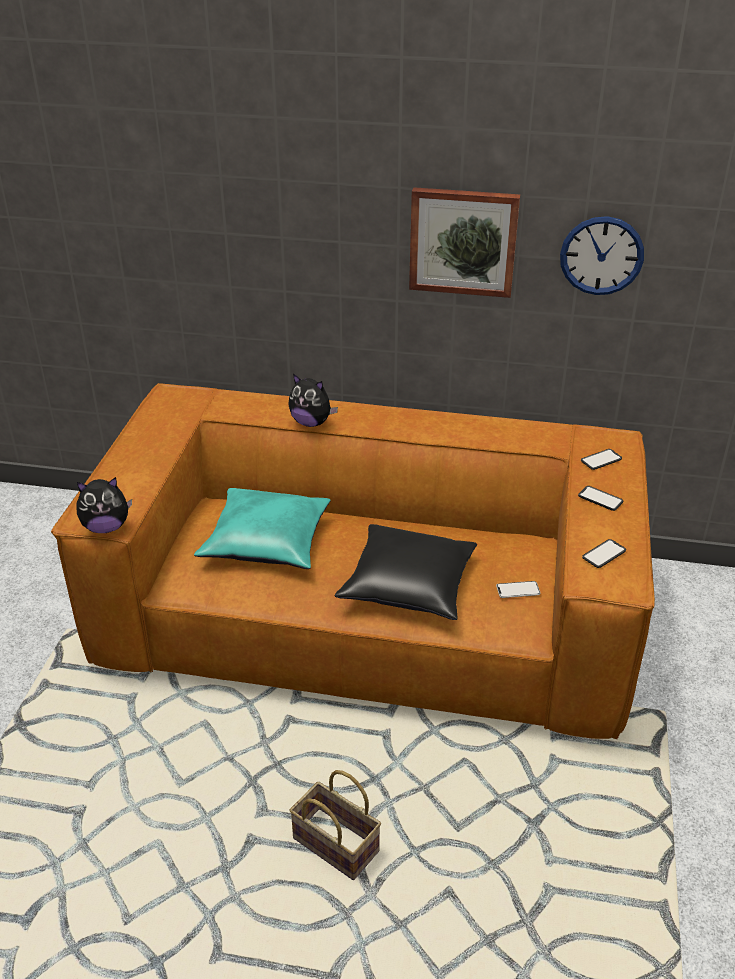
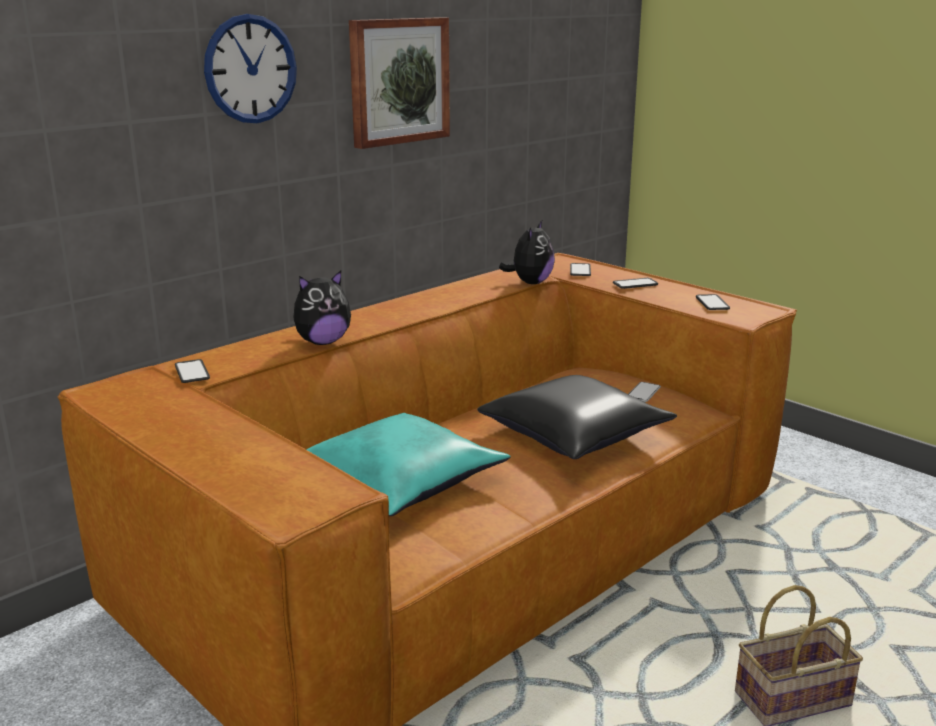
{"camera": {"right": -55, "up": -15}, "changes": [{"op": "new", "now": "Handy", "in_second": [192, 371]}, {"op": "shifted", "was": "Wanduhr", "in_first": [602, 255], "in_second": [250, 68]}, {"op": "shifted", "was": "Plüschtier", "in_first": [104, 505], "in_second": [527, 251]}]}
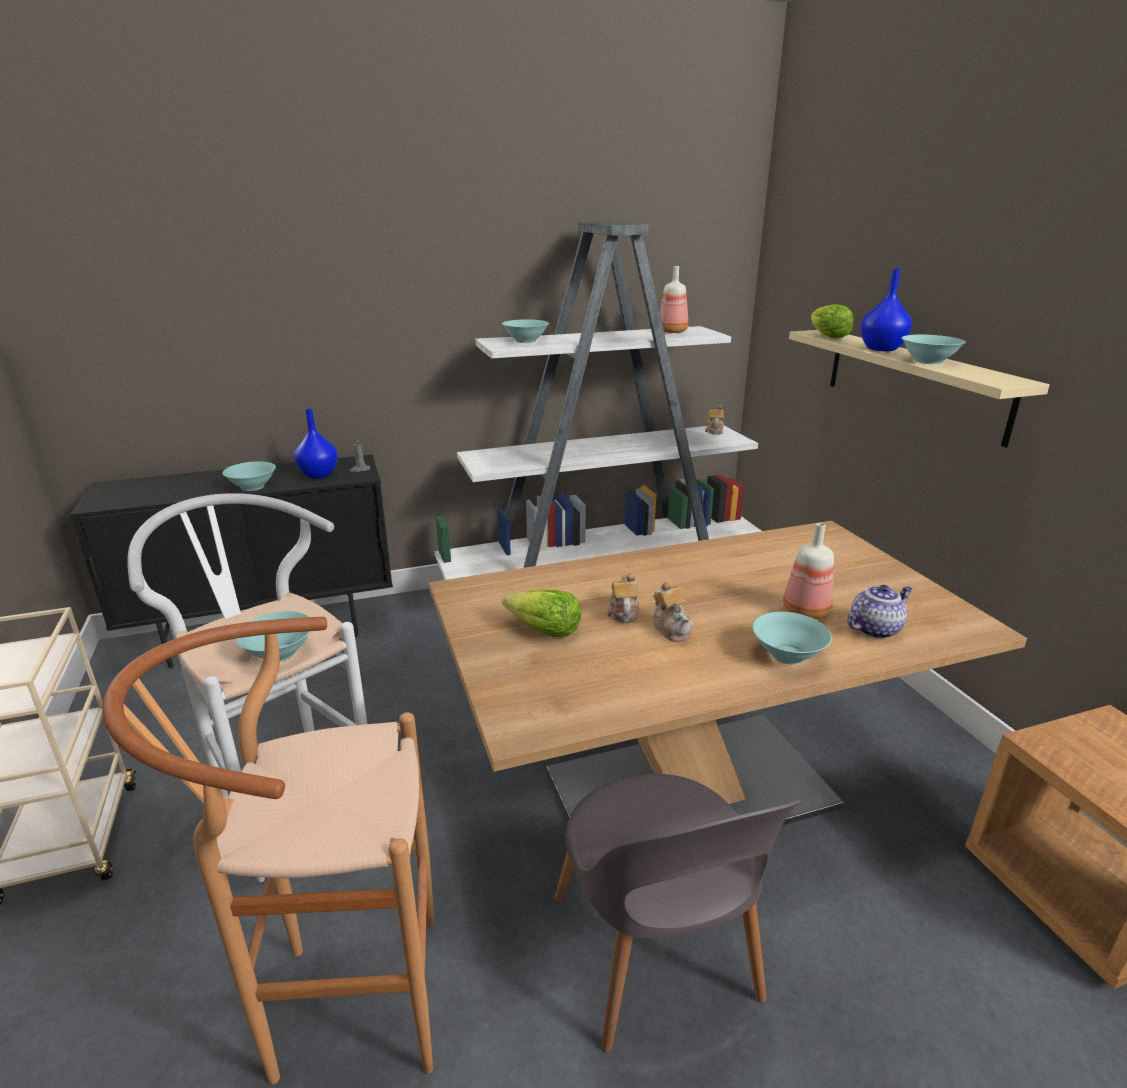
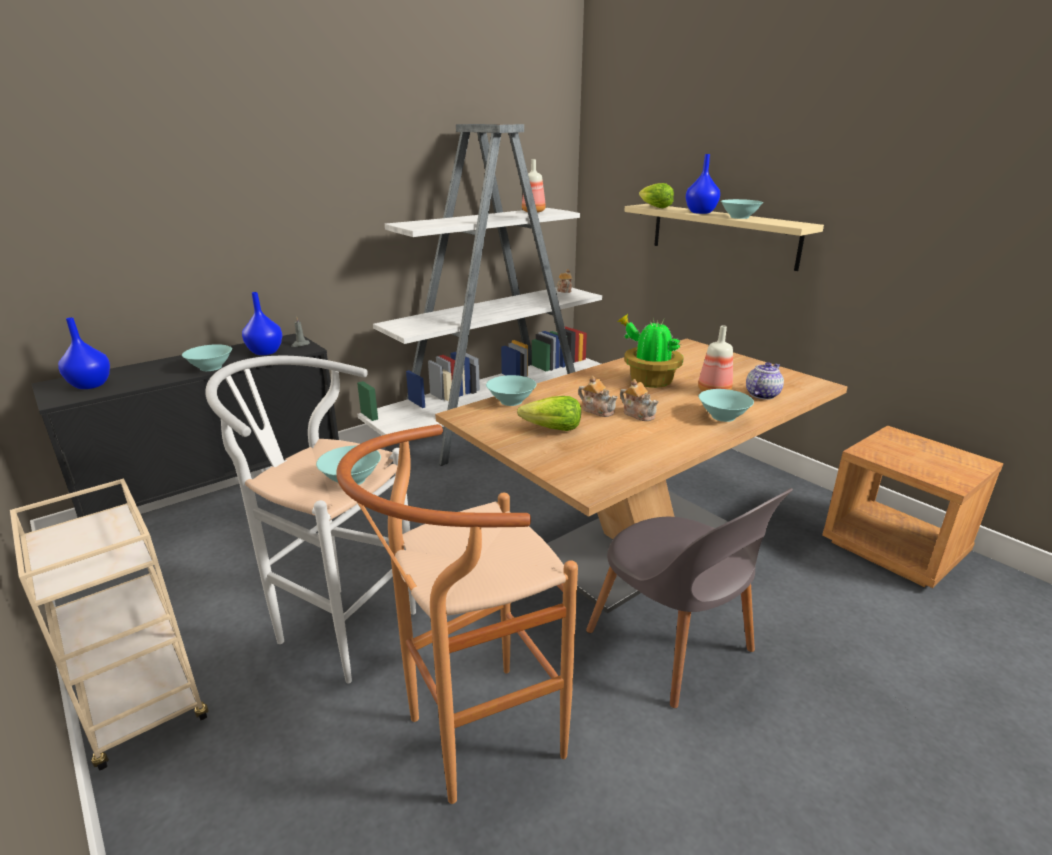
{"camera": {"right": -20, "up": 0}, "changes": [{"op": "new", "now": "Vase (blau)", "in_second": [84, 353]}, {"op": "shifted", "was": "Schüssel (türkis)", "in_first": [525, 331], "in_second": [511, 390]}, {"op": "rotated", "was": "Teekanne", "in_first": [623, 598], "in_second": [598, 396], "clockwise": 150}, {"op": "new", "now": "Topfpflanze", "in_second": [650, 351]}]}
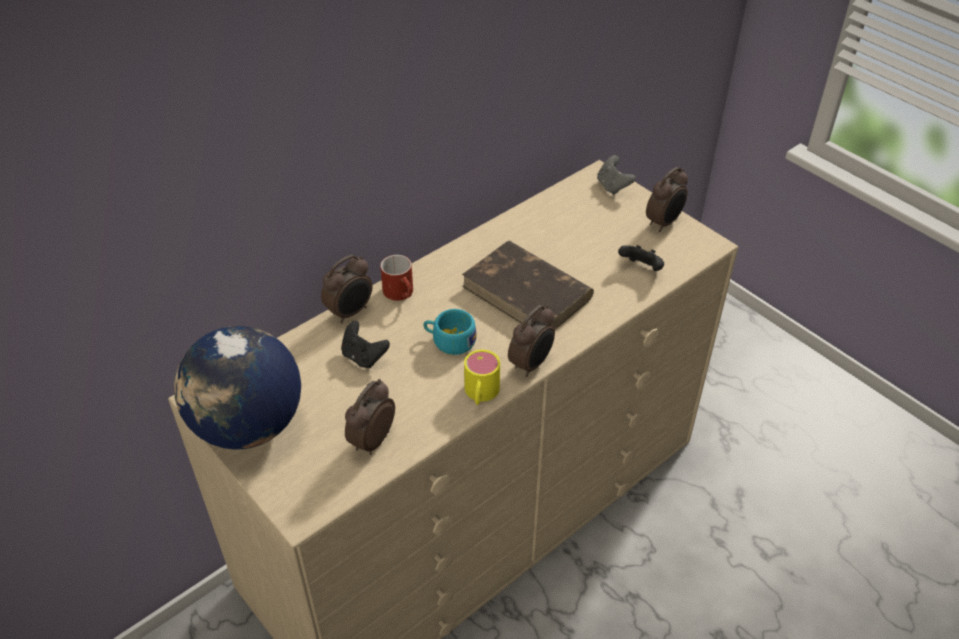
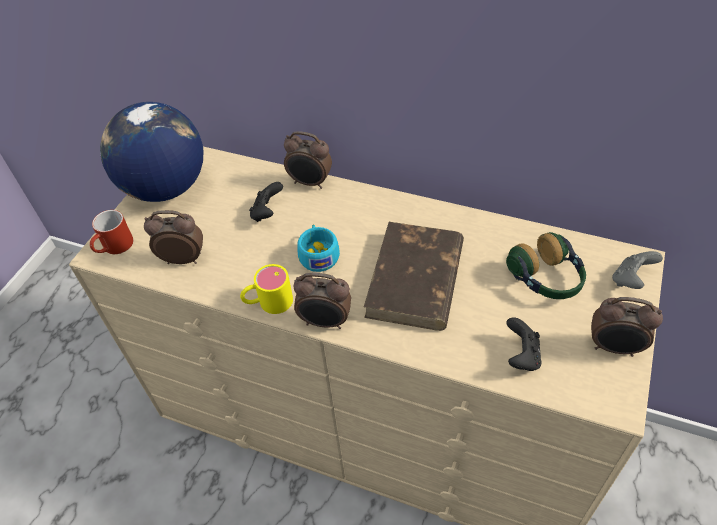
{"camera": {"right": 65, "up": 5}, "changes": [{"op": "shifted", "was": "Henkelbecher (rot)", "in_first": [396, 278], "in_second": [111, 232]}, {"op": "new", "now": "Kopfhörer", "in_second": [546, 265]}]}
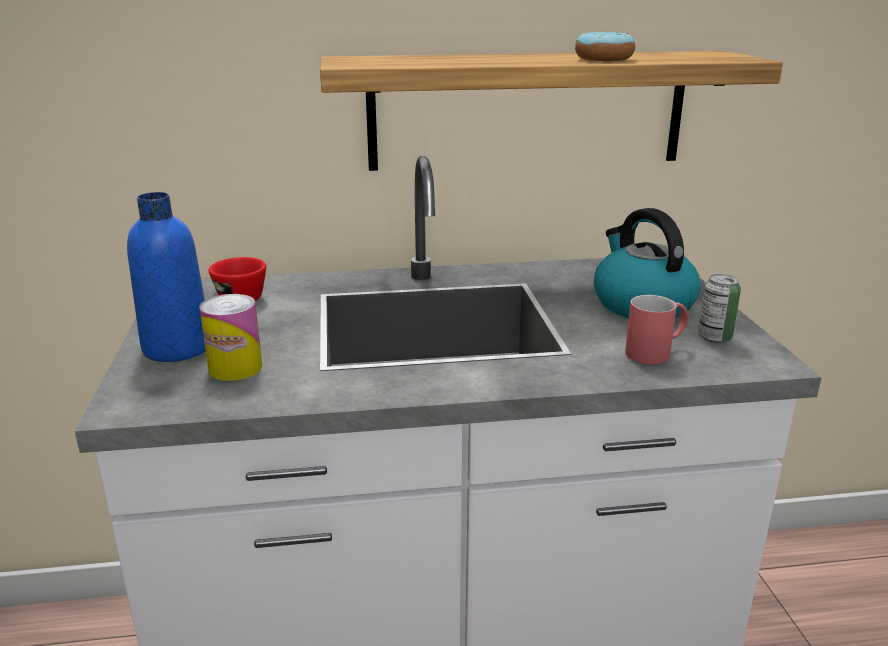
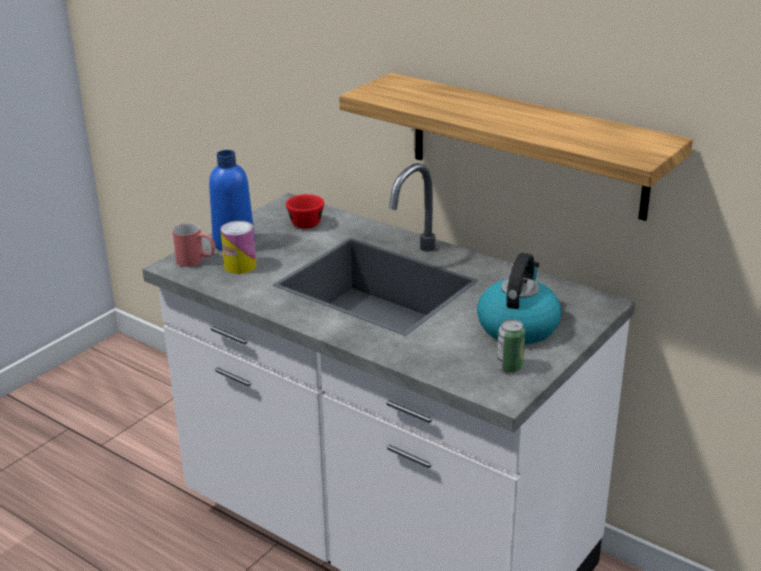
{"camera": {"right": 45, "up": 5}, "changes": [{"op": "shifted", "was": "Henkelbecher (rot)", "in_first": [657, 329], "in_second": [194, 245]}, {"op": "gone", "was": "Donut", "in_first": [605, 46]}]}
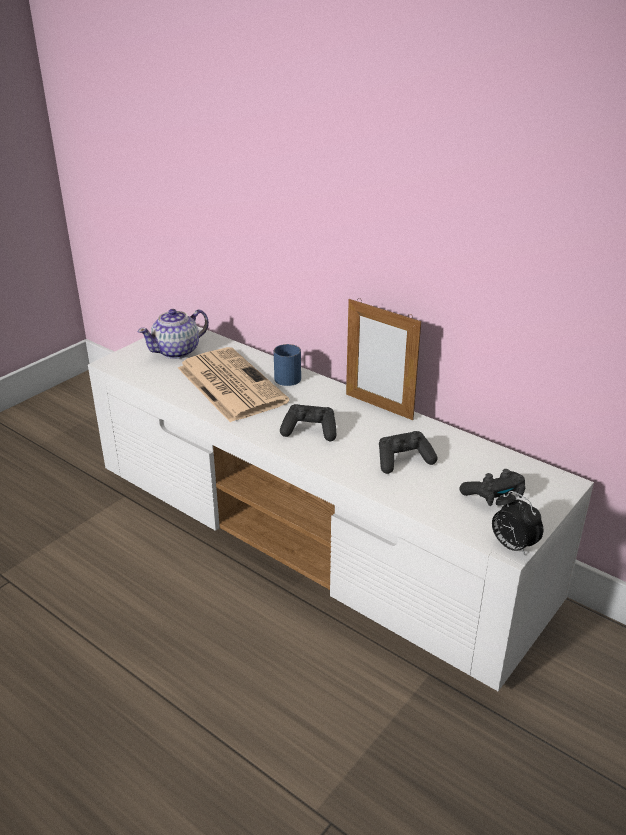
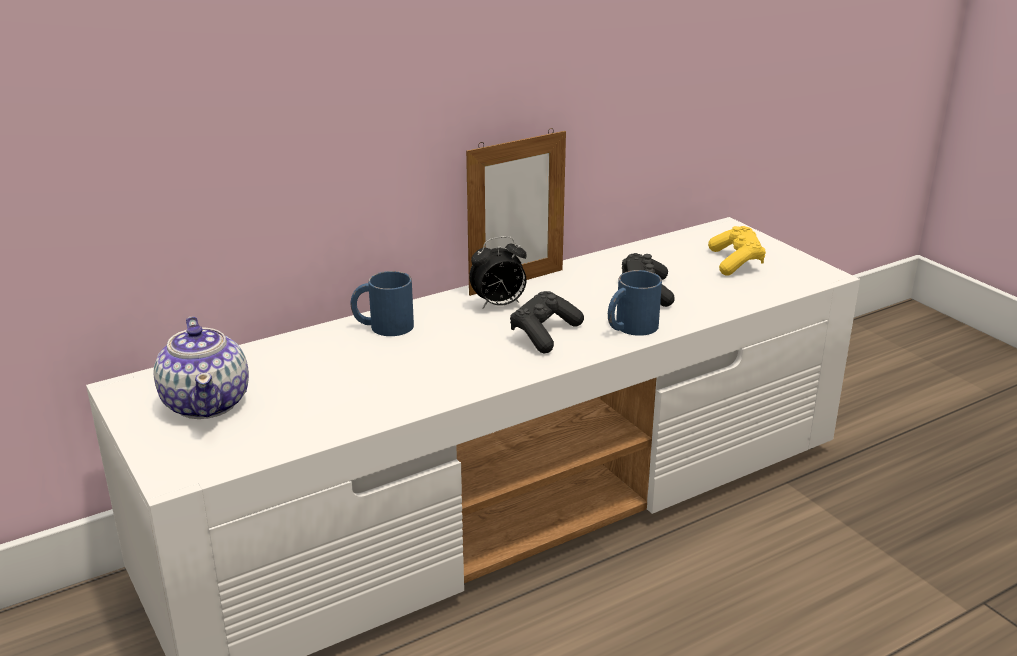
{"camera": {"right": -70, "up": -5}, "changes": [{"op": "shifted", "was": "Wecker", "in_first": [517, 523], "in_second": [498, 272]}, {"op": "new", "now": "Henkelbecher (blau)", "in_second": [635, 303]}, {"op": "repainted", "was": "Gamepad (schwarz)", "now": "Gamepad (gelb)", "in_first": [492, 487], "in_second": [737, 250]}, {"op": "gone", "was": "Zeitung", "in_first": [234, 385]}]}
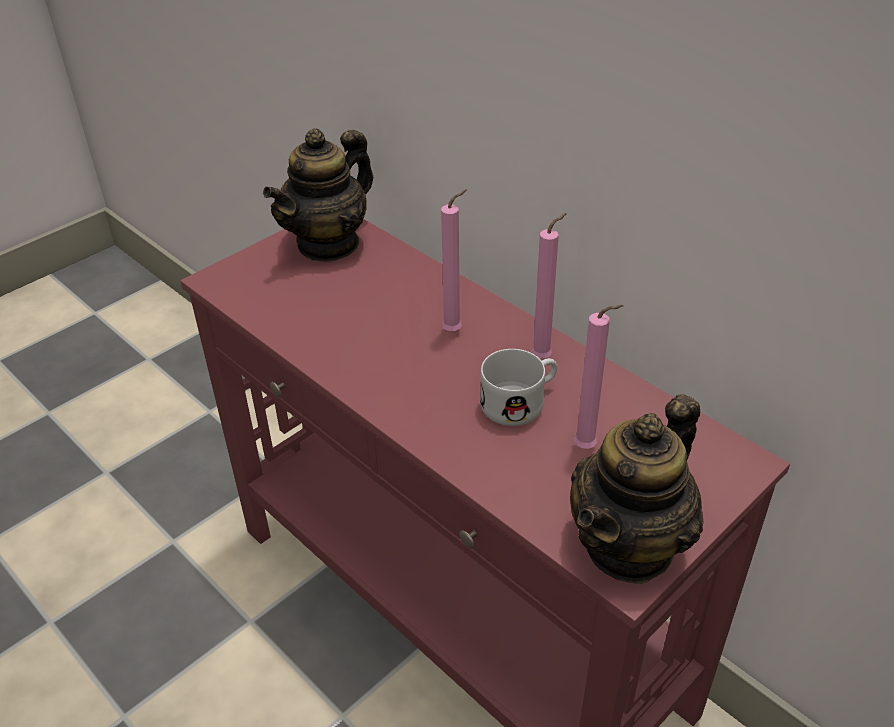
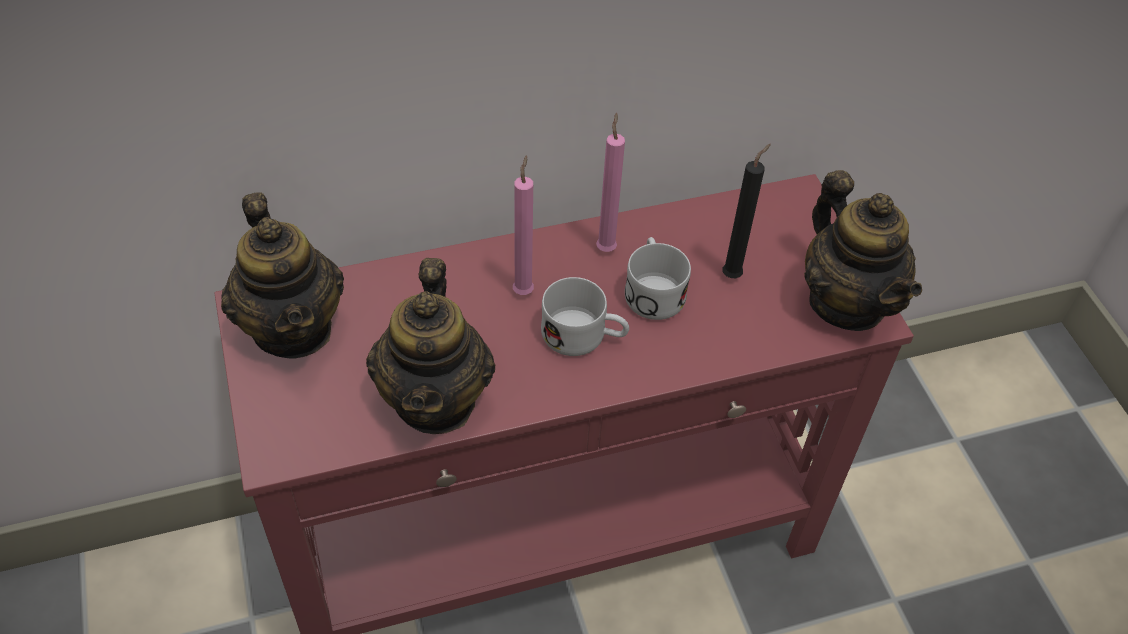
{"camera": {"right": -65, "up": 10}, "changes": [{"op": "new", "now": "Teekanne", "in_second": [430, 346]}, {"op": "new", "now": "Henkelbecher (weiß)", "in_second": [585, 316]}, {"op": "repainted", "was": "Kerze (rosa)", "now": "Kerze (schwarz)", "in_first": [598, 377], "in_second": [746, 211]}]}
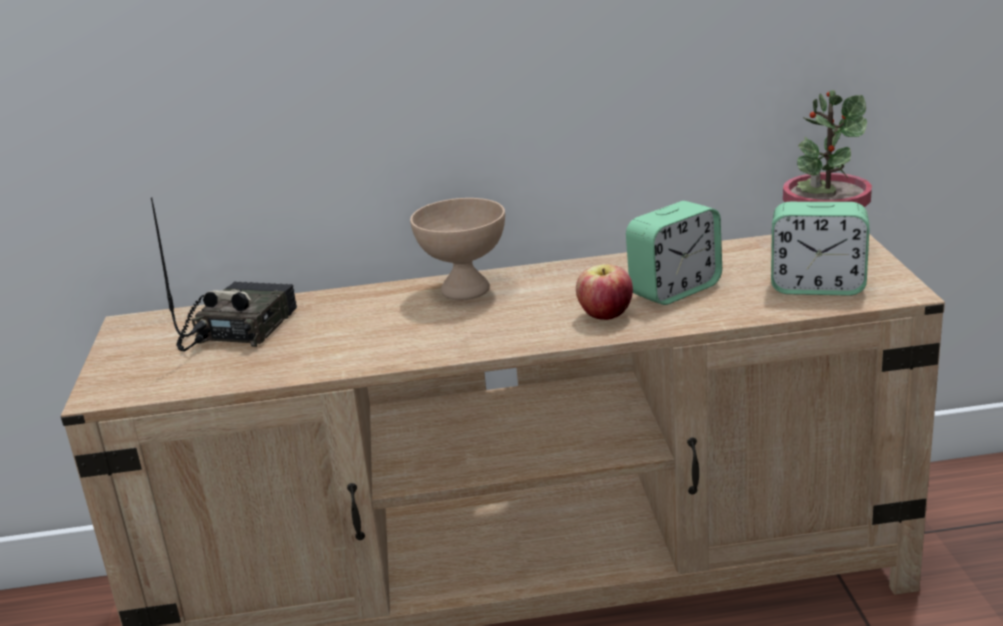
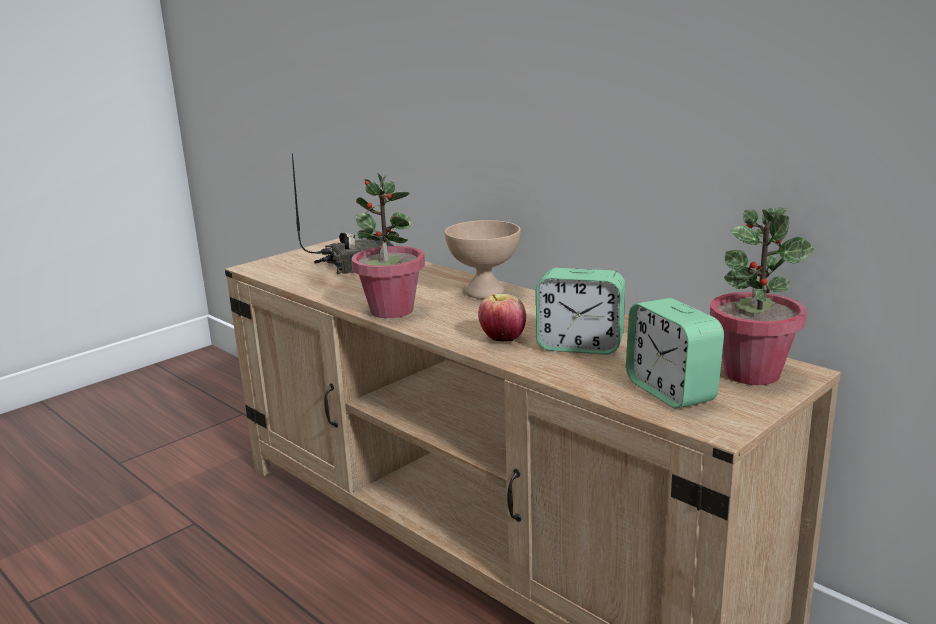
{"camera": {"right": 50, "up": -5}, "changes": [{"op": "new", "now": "Topfpflanze", "in_second": [388, 245]}]}
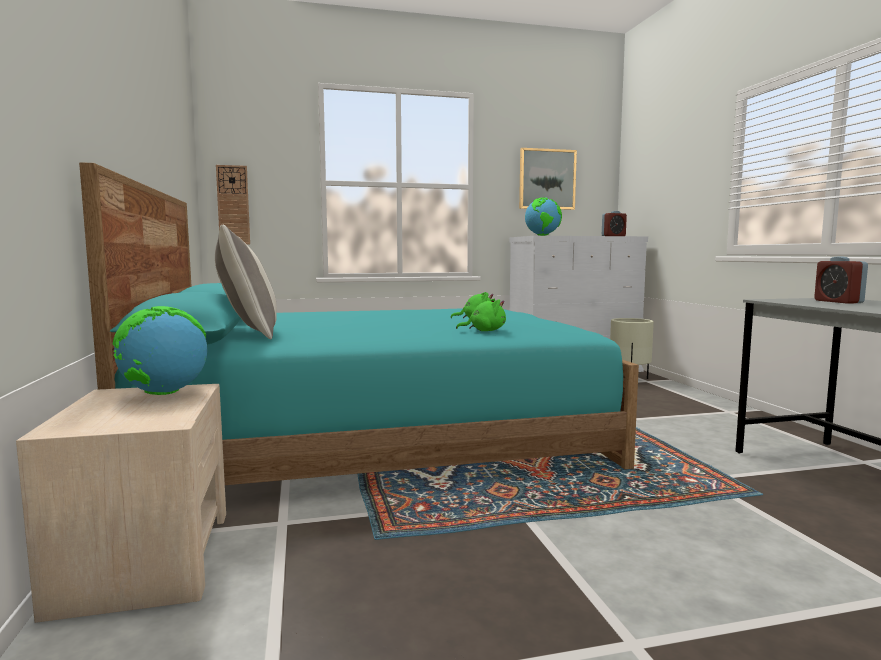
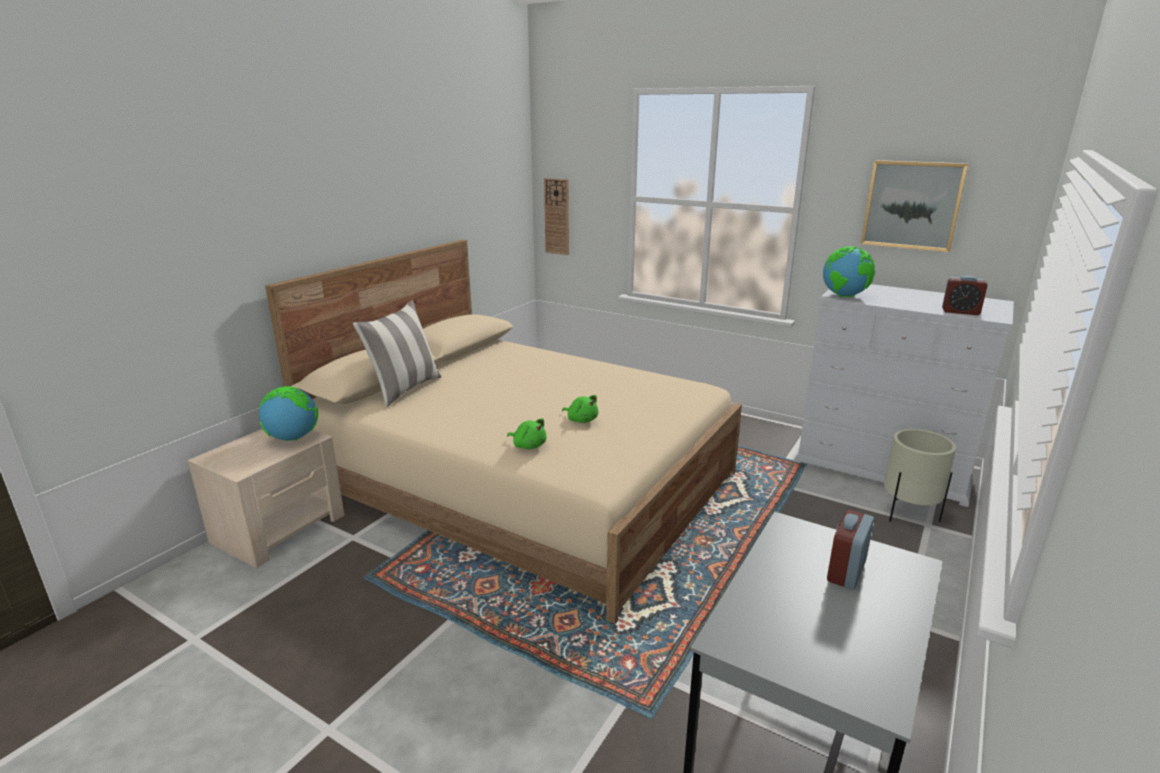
{"camera": {"right": 45, "up": 15}, "changes": [{"op": "repainted", "was": "Bett (türkis)", "now": "Bett (beige)", "in_first": [359, 323], "in_second": [503, 432]}]}
